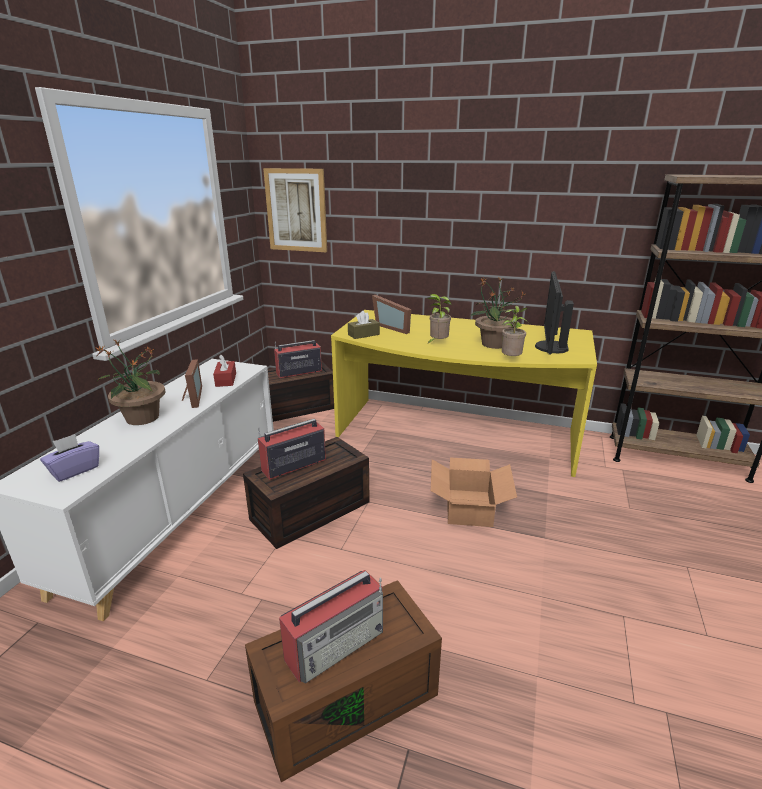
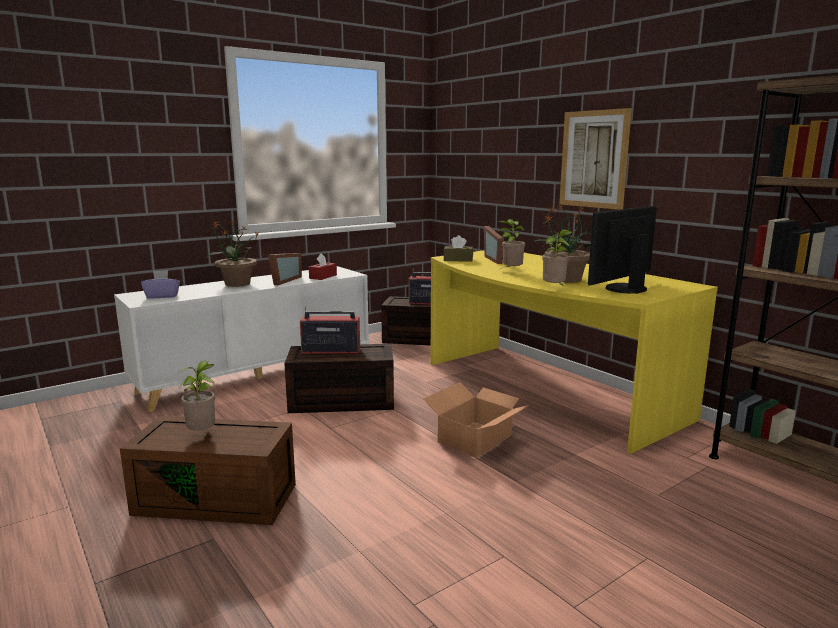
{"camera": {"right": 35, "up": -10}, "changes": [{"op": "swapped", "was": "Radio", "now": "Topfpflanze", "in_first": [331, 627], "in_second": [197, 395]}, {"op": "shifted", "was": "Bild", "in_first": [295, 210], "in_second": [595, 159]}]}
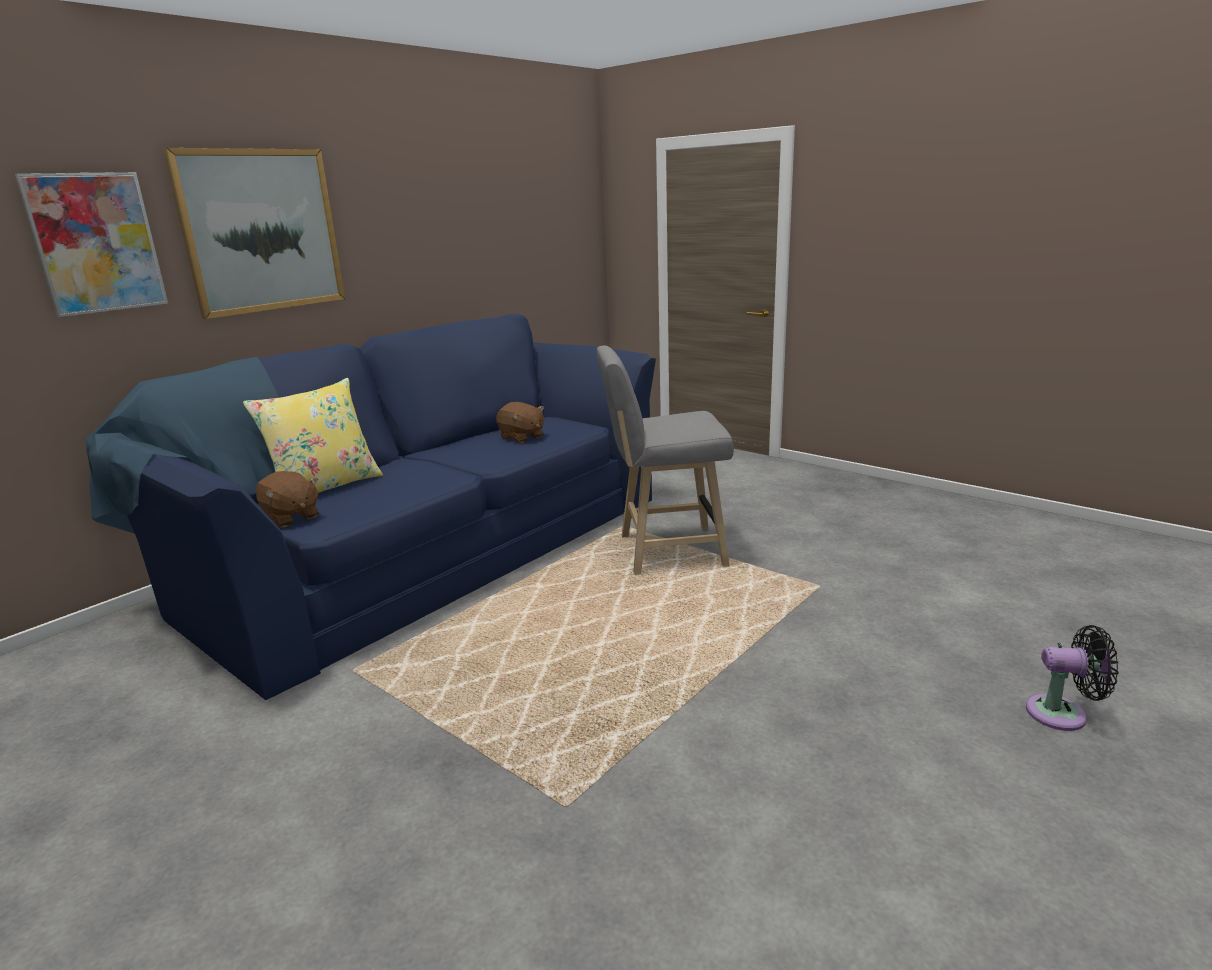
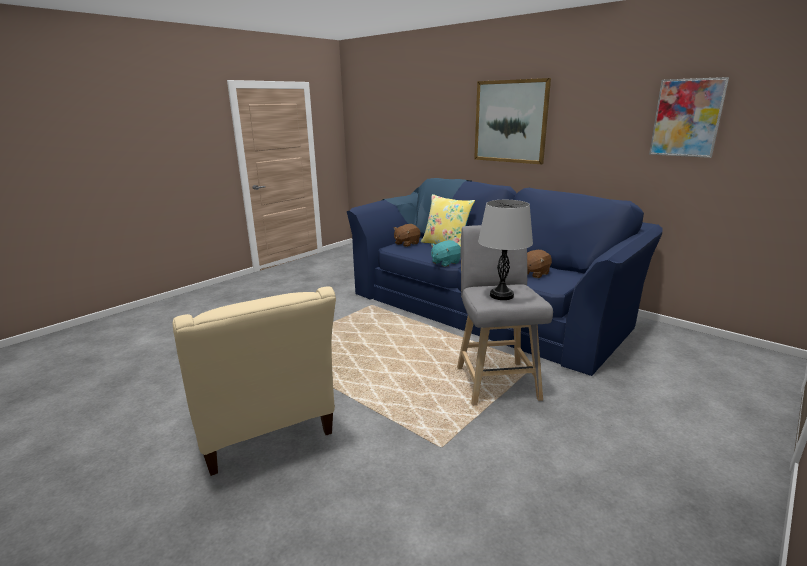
{"camera": {"right": 90, "up": 0}, "changes": [{"op": "new", "now": "Sessel (beige)", "in_second": [254, 381]}, {"op": "new", "now": "Plüschtier (türkis)", "in_second": [446, 253]}, {"op": "new", "now": "Tischlampe (grau)", "in_second": [505, 250]}, {"op": "shifted", "was": "Bild", "in_first": [91, 244], "in_second": [689, 117]}, {"op": "gone", "was": "Ventilator (schwarz)", "in_first": [1072, 678]}]}
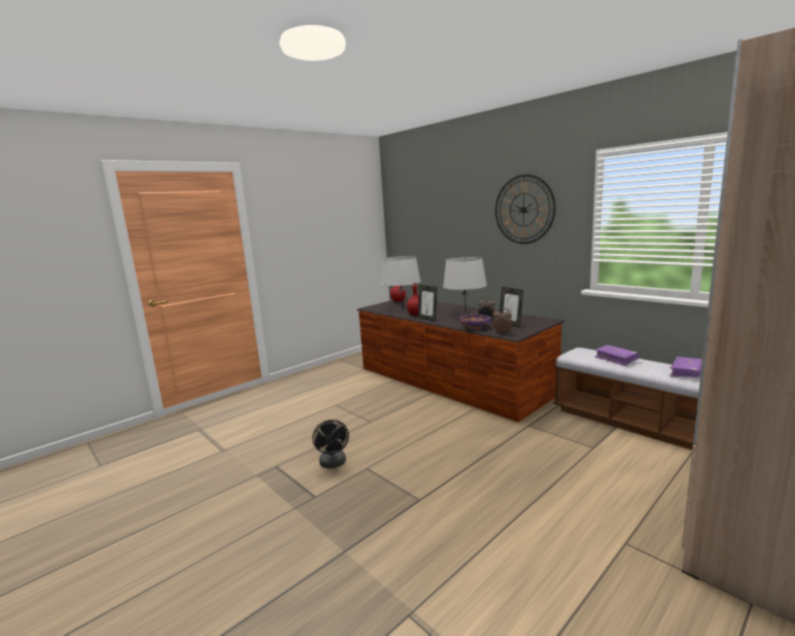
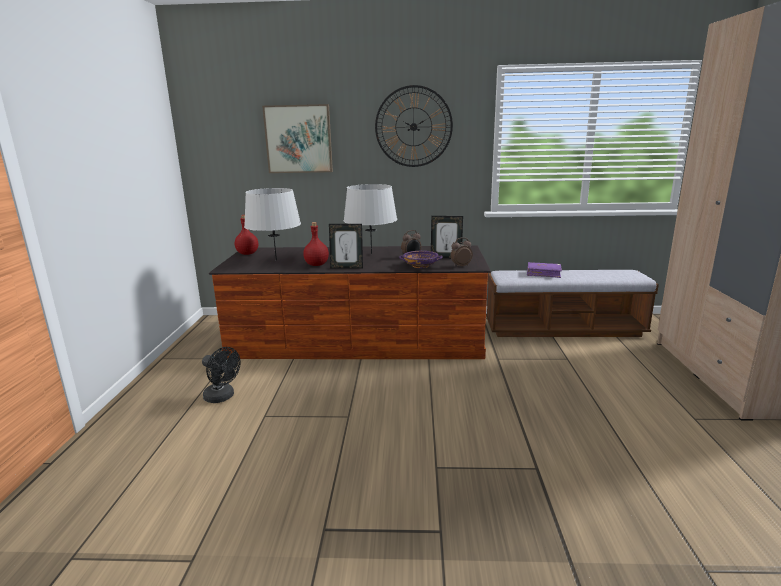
{"camera": {"right": -45, "up": 5}, "changes": [{"op": "shifted", "was": "Ventilator (schwarz)", "in_first": [330, 444], "in_second": [221, 375]}, {"op": "new", "now": "Bild", "in_second": [297, 138]}, {"op": "gone", "was": "Buch (lila)", "in_first": [686, 367]}]}
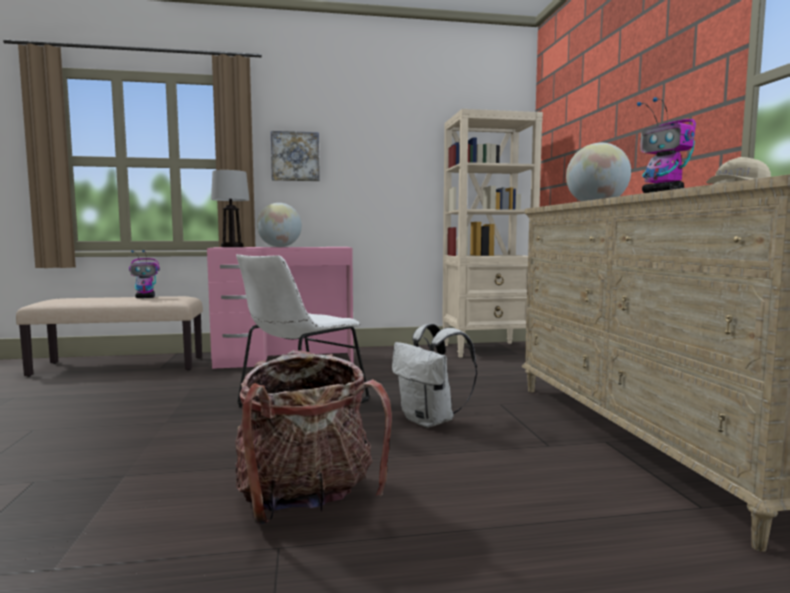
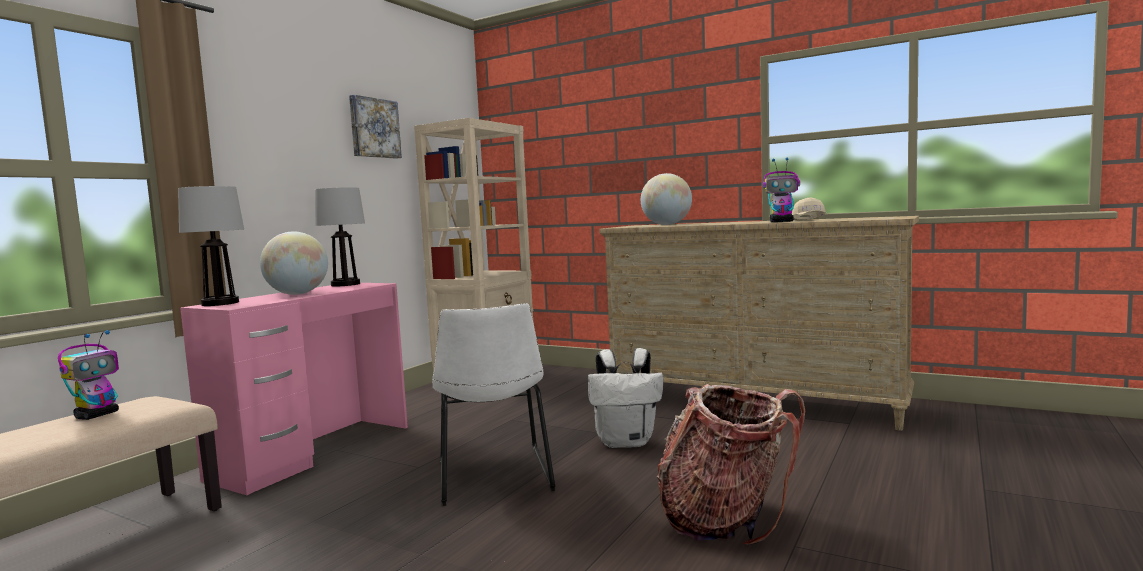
{"camera": {"right": -50, "up": 0}, "changes": [{"op": "new", "now": "Tischlampe", "in_second": [340, 236]}, {"op": "shifted", "was": "Bild", "in_first": [295, 156], "in_second": [375, 127]}]}
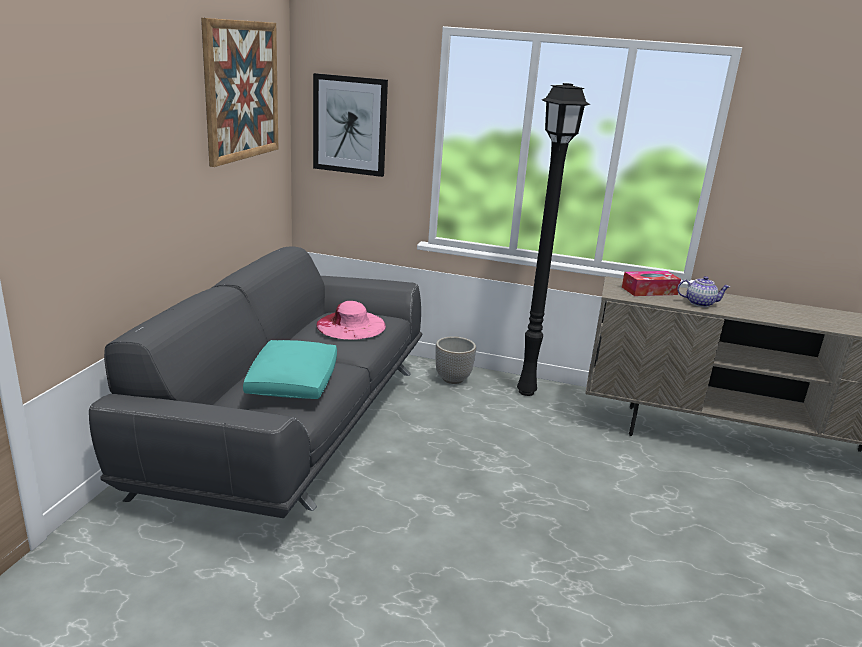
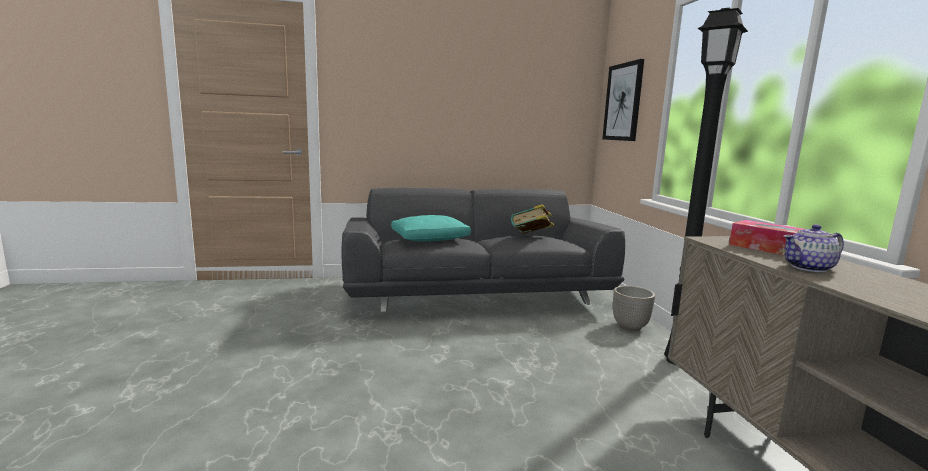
{"camera": {"right": 65, "up": -10}, "changes": [{"op": "swapped", "was": "Hut (rosa)", "now": "Buch", "in_first": [351, 320], "in_second": [532, 219]}, {"op": "rotated", "was": "Teekanne", "in_first": [703, 291], "in_second": [814, 248], "clockwise": 90}, {"op": "gone", "was": "Bild", "in_first": [239, 92]}]}
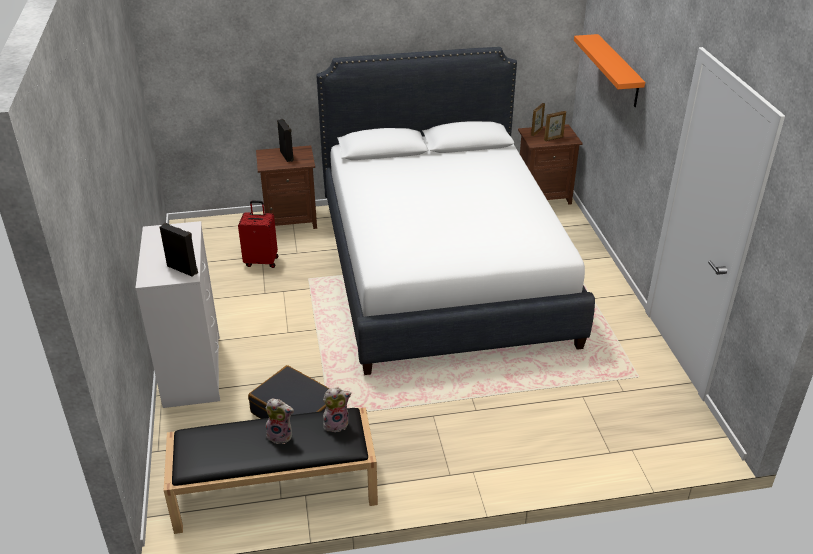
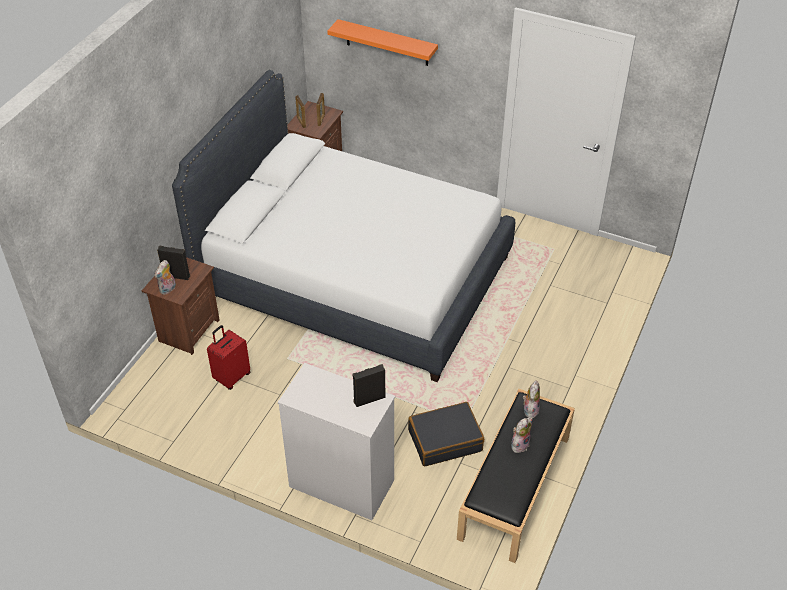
{"camera": {"right": -55, "up": 10}, "changes": [{"op": "new", "now": "Plüschtier", "in_second": [165, 277]}]}
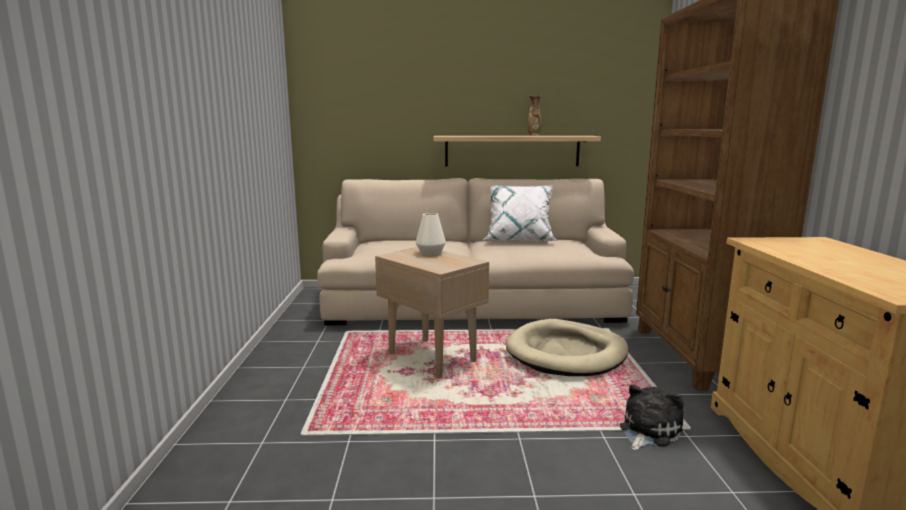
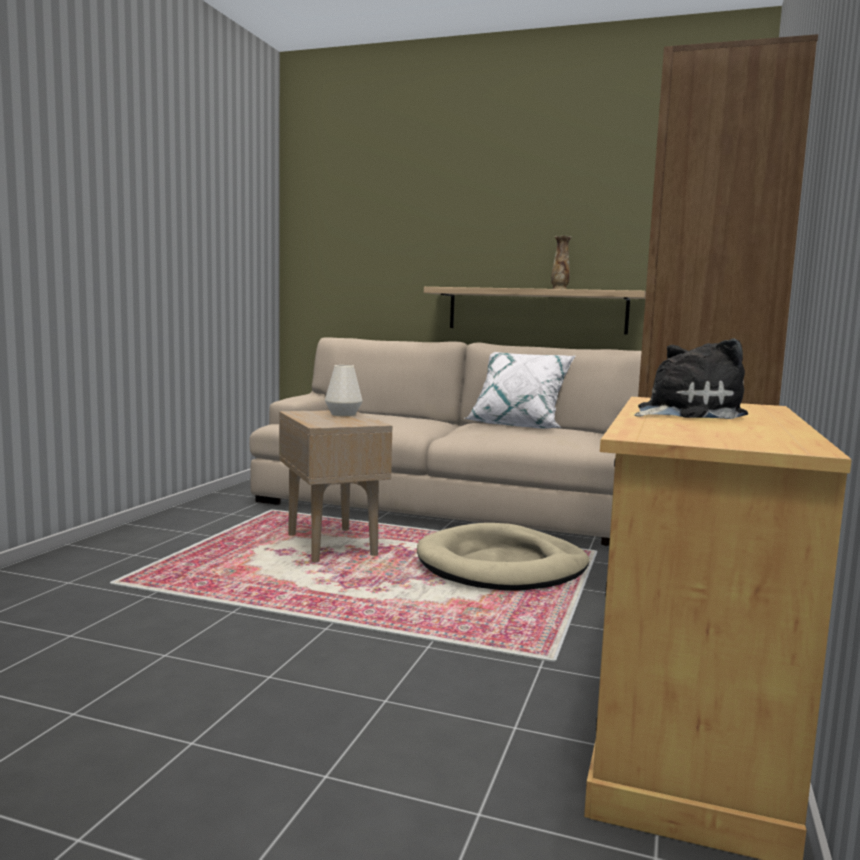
{"camera": {"right": 20, "up": -5}, "changes": [{"op": "shifted", "was": "Plüschtier", "in_first": [652, 418], "in_second": [691, 378]}]}
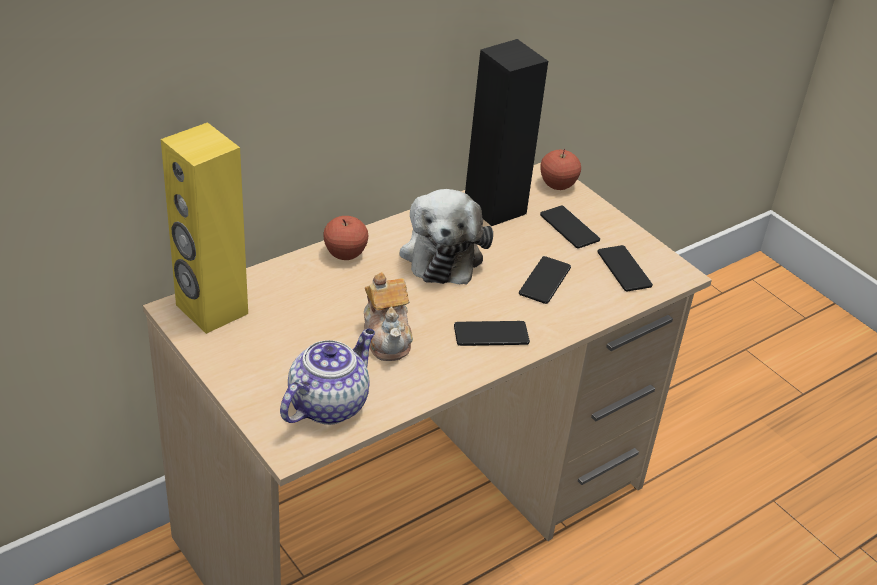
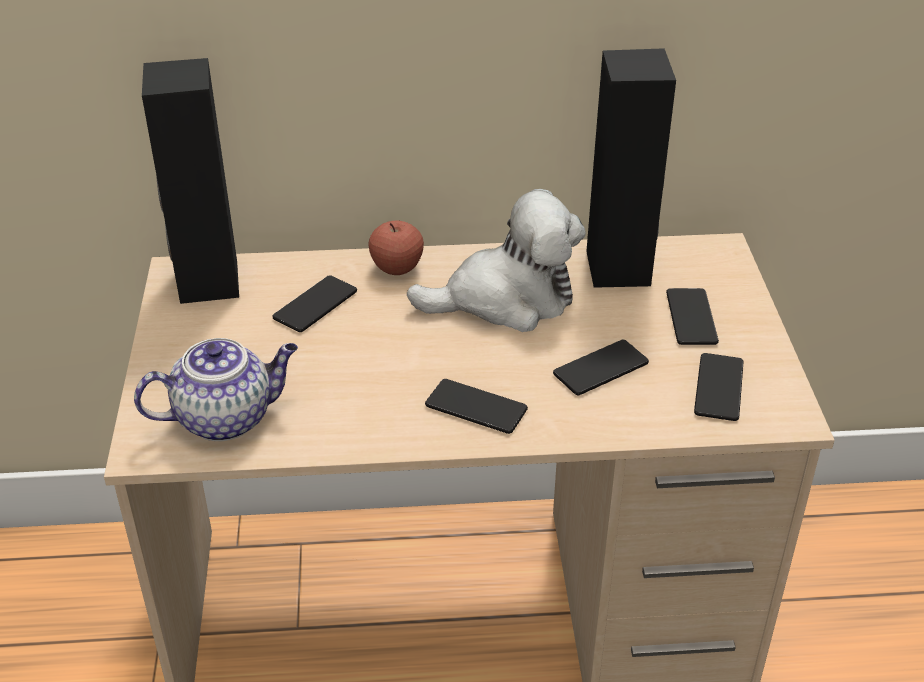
{"camera": {"right": 35, "up": 0}, "changes": [{"op": "repainted", "was": "Lautsprecher (gelb)", "now": "Lautsprecher (schwarz)", "in_first": [204, 228], "in_second": [190, 181]}, {"op": "new", "now": "Handy", "in_second": [314, 303]}, {"op": "rotated", "was": "Plüschtier", "in_first": [446, 236], "in_second": [496, 260], "clockwise": -135}, {"op": "gone", "was": "Teekanne", "in_first": [388, 316]}, {"op": "gone", "was": "Apfel", "in_first": [560, 169]}]}
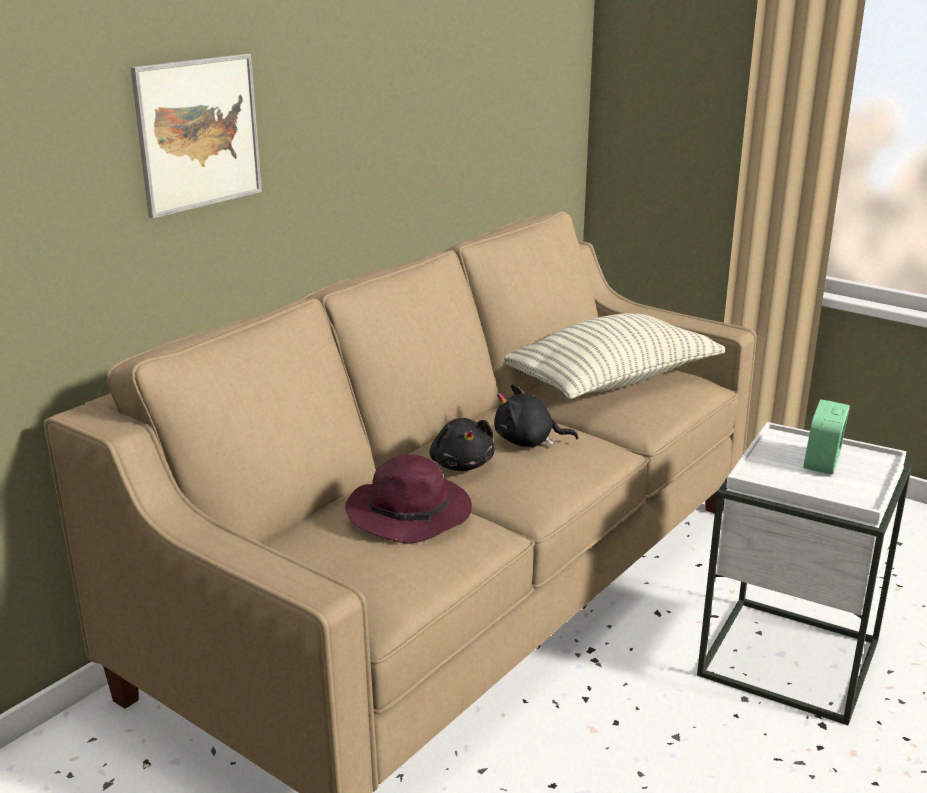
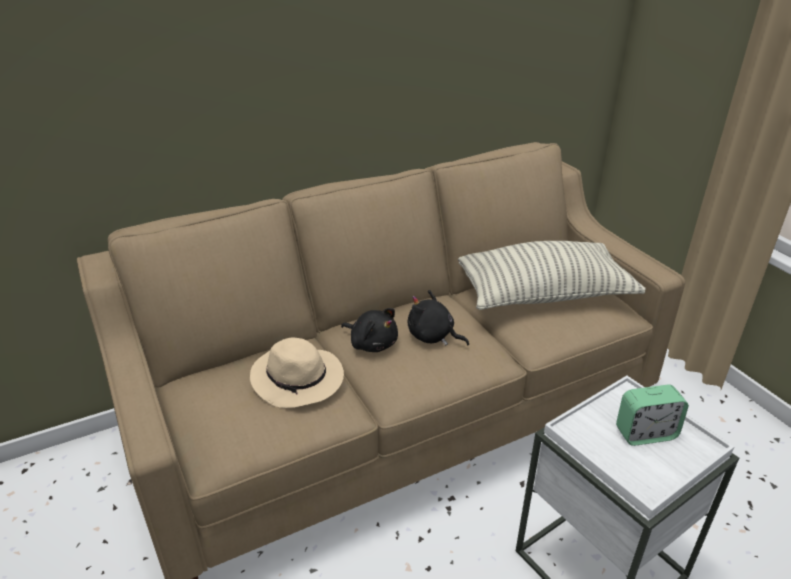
{"camera": {"right": 25, "up": 10}, "changes": [{"op": "repainted", "was": "Hut (lila)", "now": "Hut (beige)", "in_first": [408, 498], "in_second": [297, 372]}, {"op": "rotated", "was": "Plüschtier (schwarz)", "in_first": [461, 444], "in_second": [369, 330], "clockwise": -60}, {"op": "rotated", "was": "Wecker", "in_first": [826, 436], "in_second": [652, 415], "clockwise": -150}, {"op": "gone", "was": "Bild", "in_first": [196, 136]}]}
